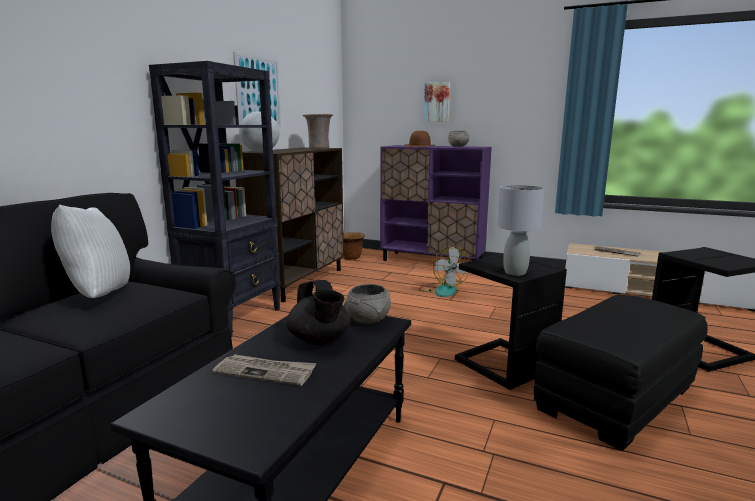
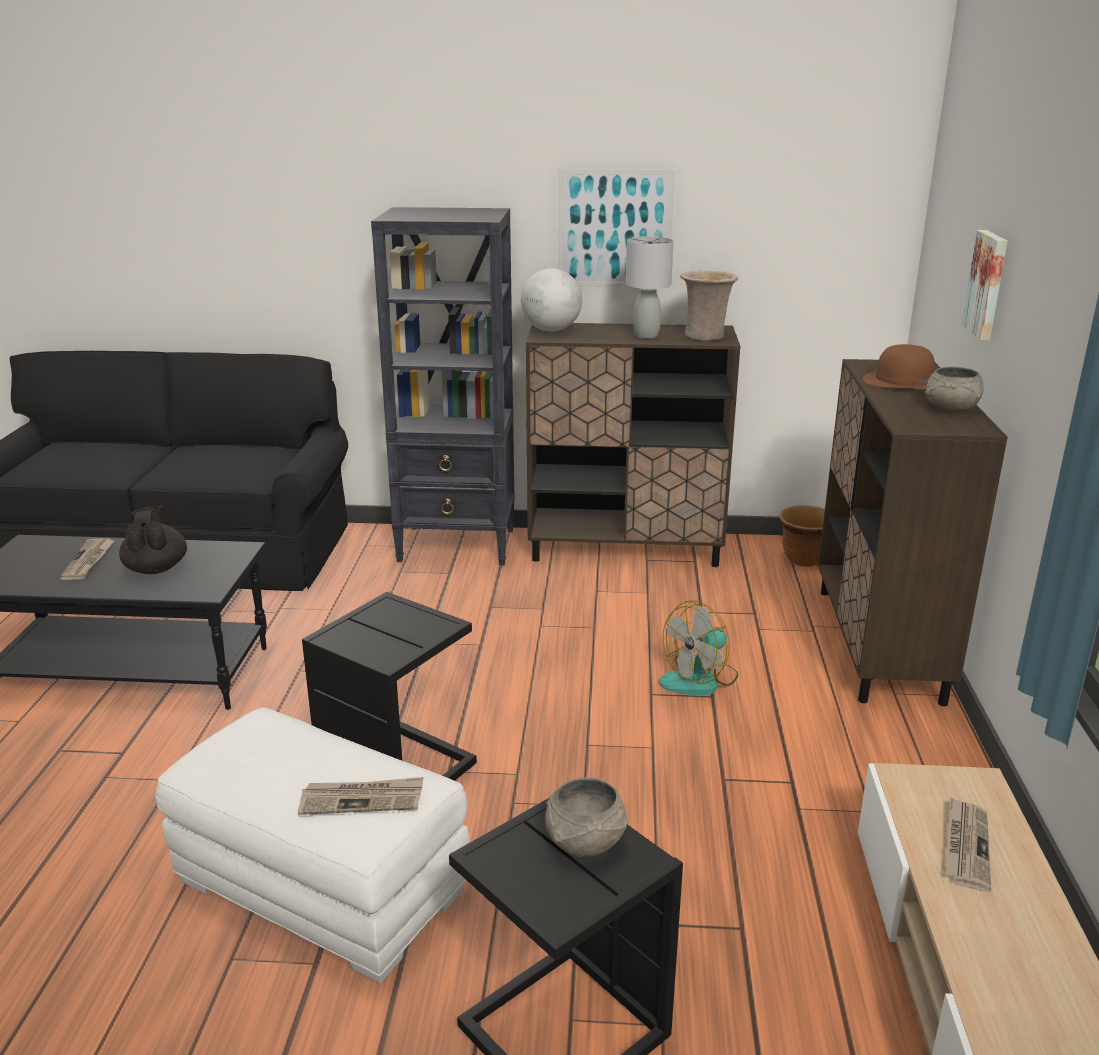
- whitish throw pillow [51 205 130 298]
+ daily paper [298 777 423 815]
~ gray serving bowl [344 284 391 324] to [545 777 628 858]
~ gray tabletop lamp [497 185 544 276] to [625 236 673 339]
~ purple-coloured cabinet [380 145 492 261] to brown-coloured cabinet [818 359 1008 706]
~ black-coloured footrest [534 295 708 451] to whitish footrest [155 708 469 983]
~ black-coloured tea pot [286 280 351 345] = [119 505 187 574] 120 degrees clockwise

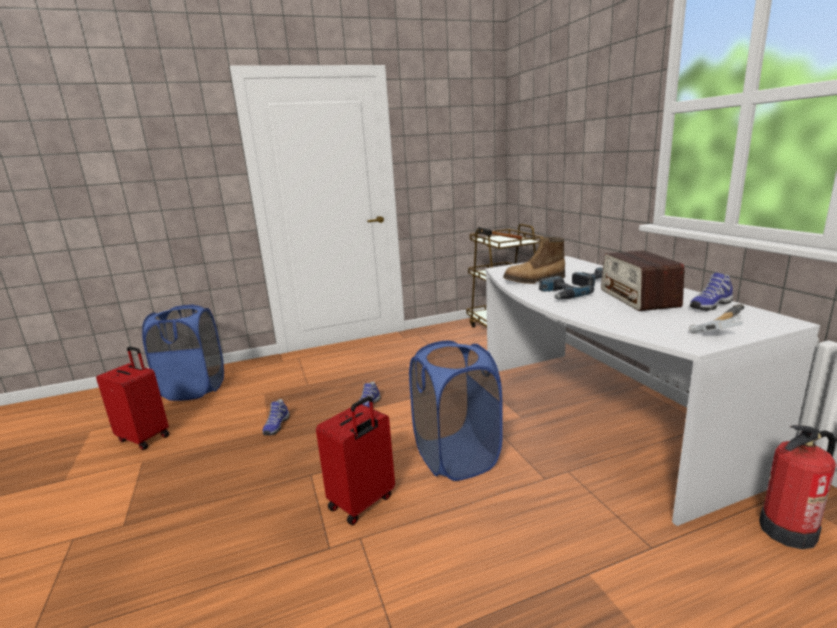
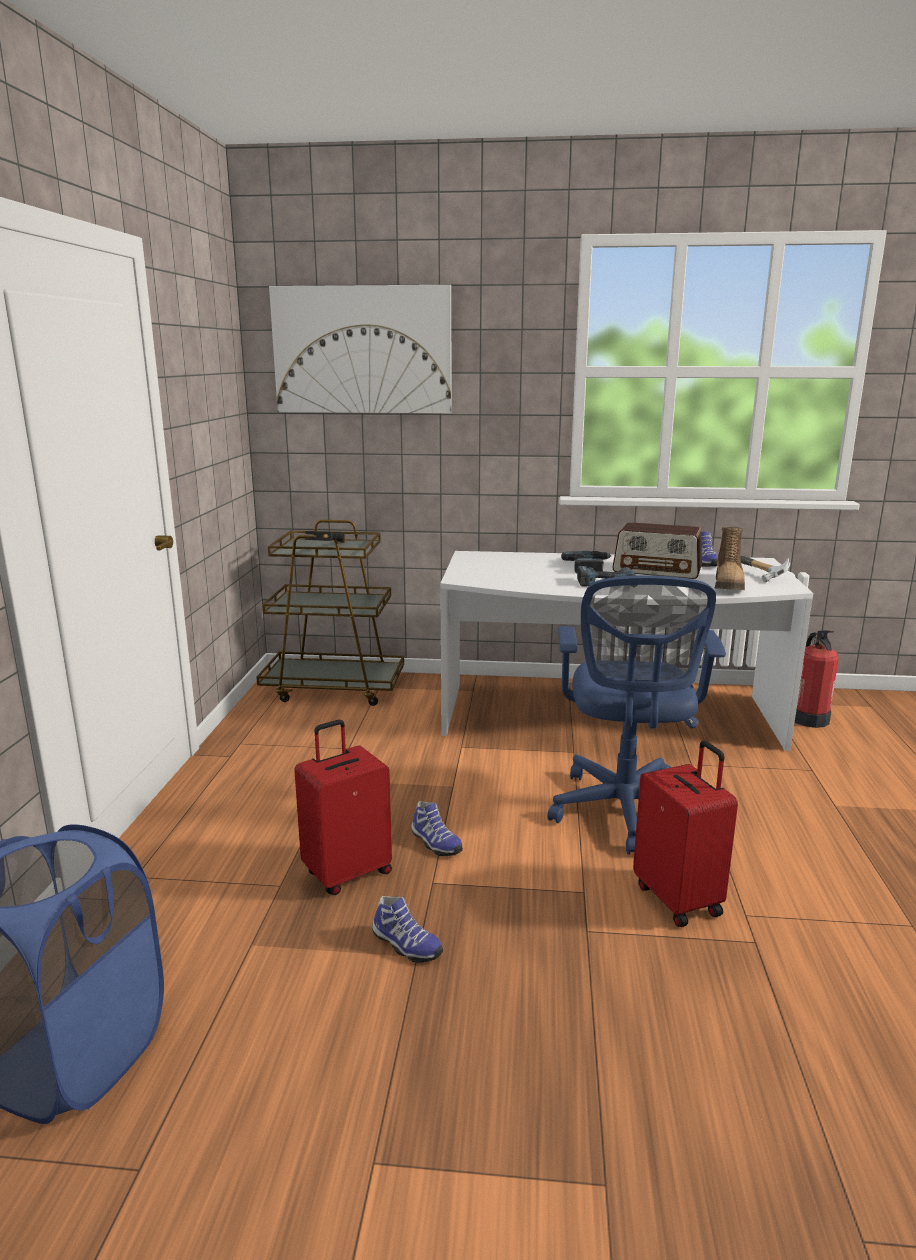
+ wall picture [269 285 452 413]
~ red suitcase [96 346 170 450] to [294 720 392 895]
~ tall boot [503 236 565 284] to [715 526 745 590]
~ blue washing basket [409 341 503 481] to blue office chair [547 575 726 855]

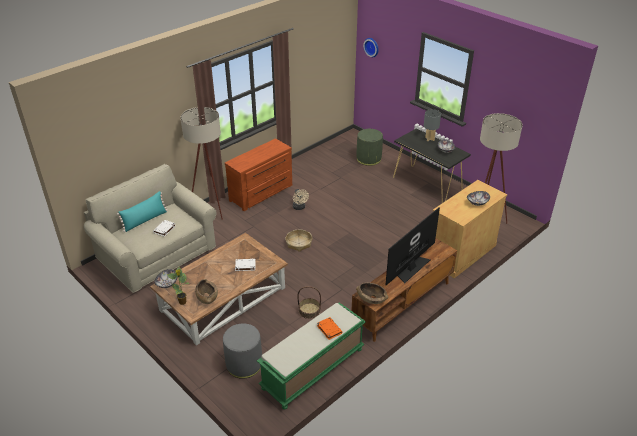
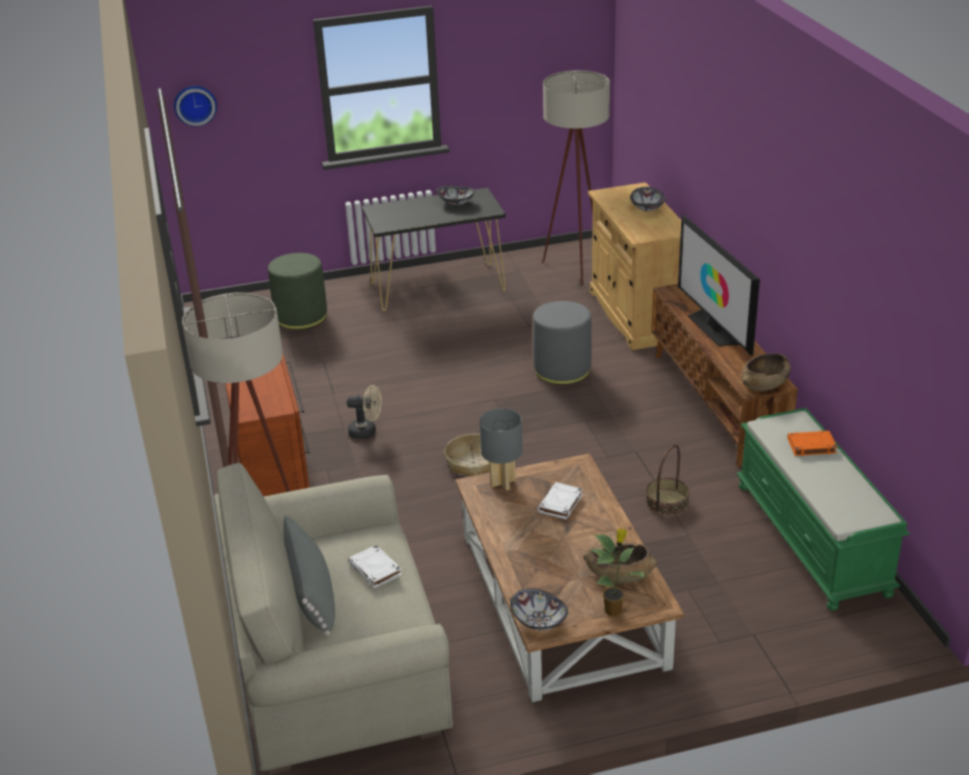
~ gray footrest [223 323 262 379] to [533 301 592 385]
~ gray tabletop lamp [424 109 441 141] to [480 408 522 490]
~ turquoise-coloured throw pillow [117 191 168 232] to gray throw pillow [283 515 335 636]

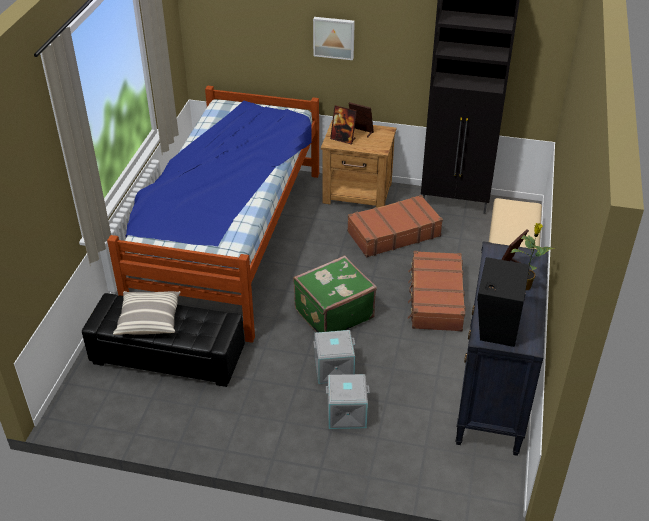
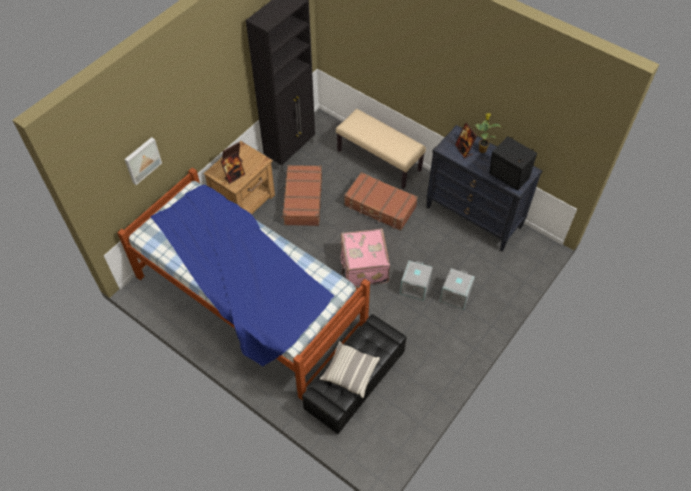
~ wall picture [313 17 355 60] to [124 137 162 185]
~ green-coloured suitcase [293 255 377 333] to pink suitcase [340 228 390 287]

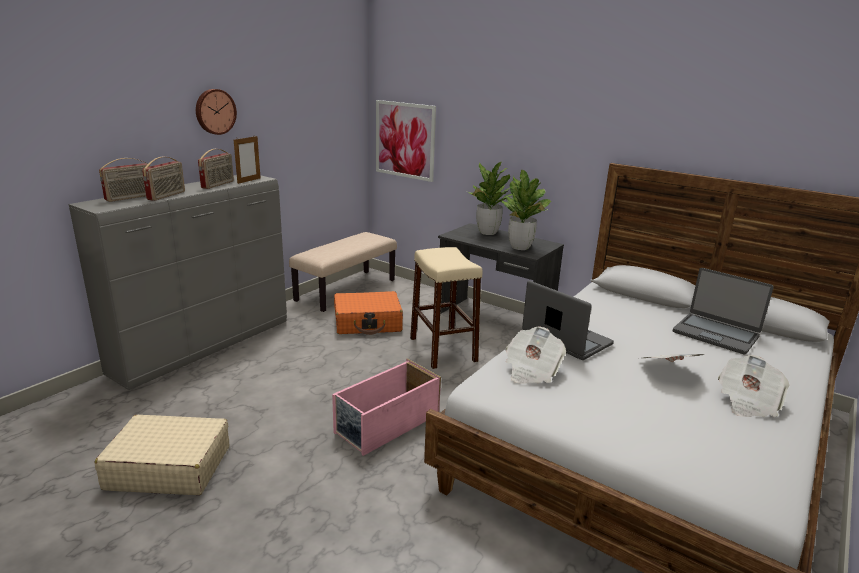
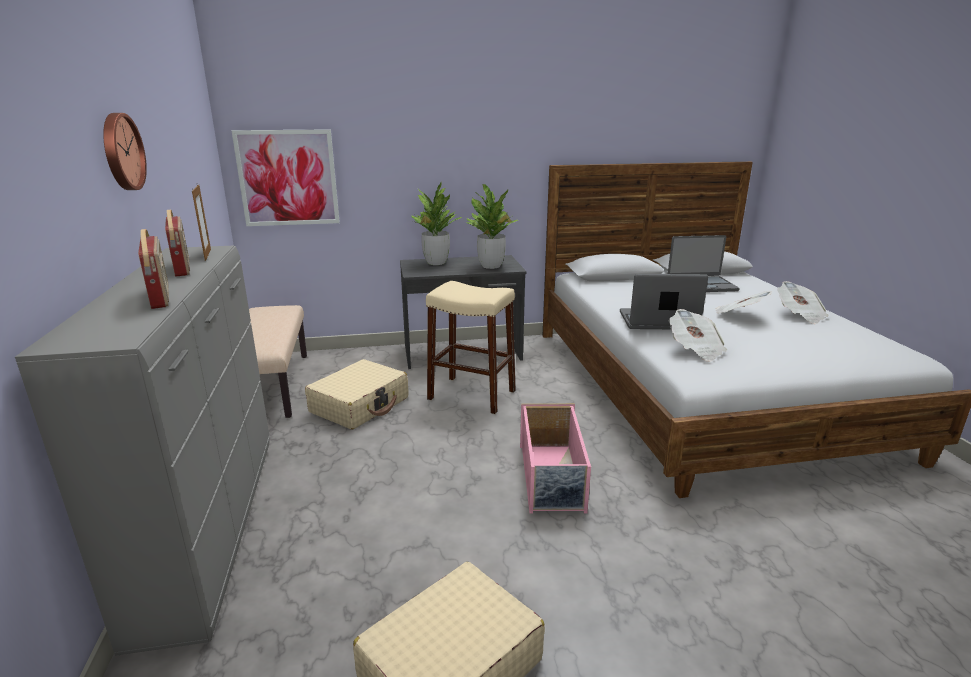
- radio set [99 158 150 202]
~ orange suitcase [334 291 403 335] to sand-coloured suitcase [305 359 408 430]

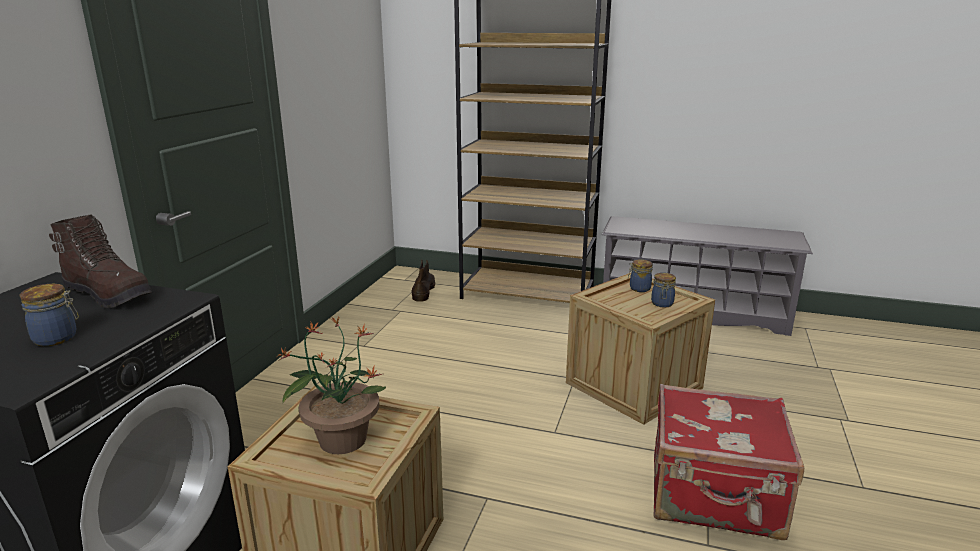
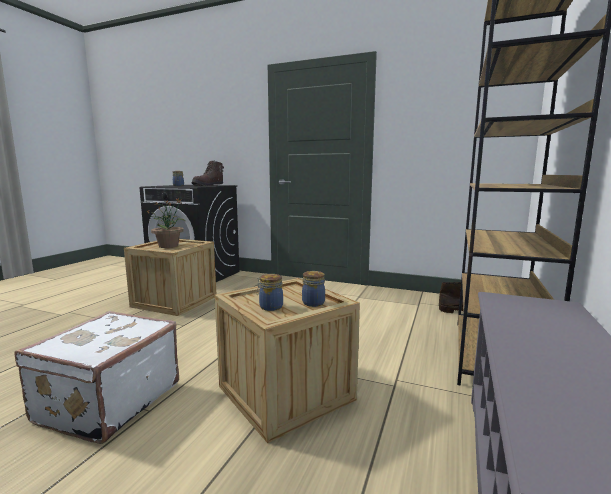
~ red suitcase [653 384 804 540] to whitish suitcase [14 311 179 444]

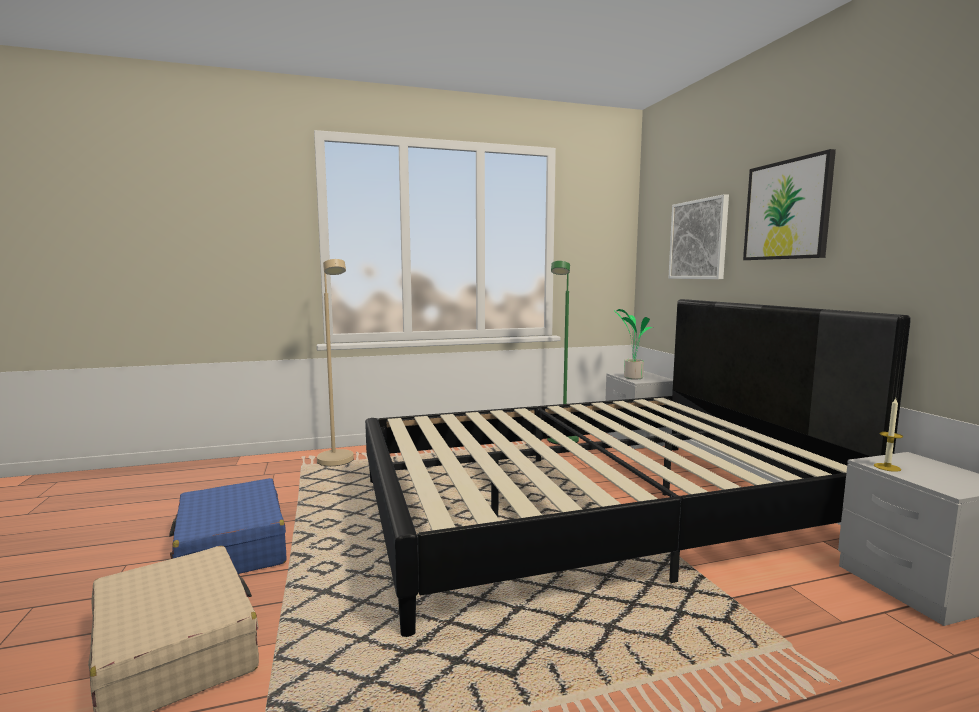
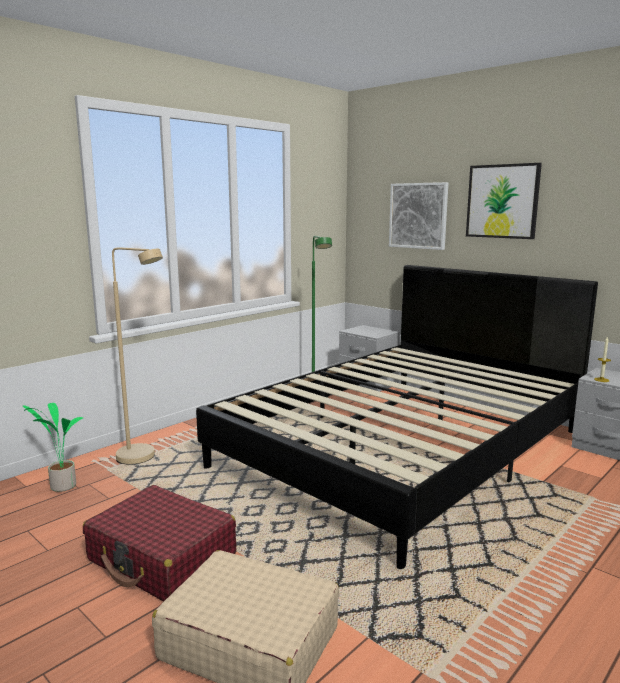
~ potted plant [613 309 653 380] to [22 403 84 492]
~ blue suitcase [169 478 286 574] to red suitcase [83 485 236 601]

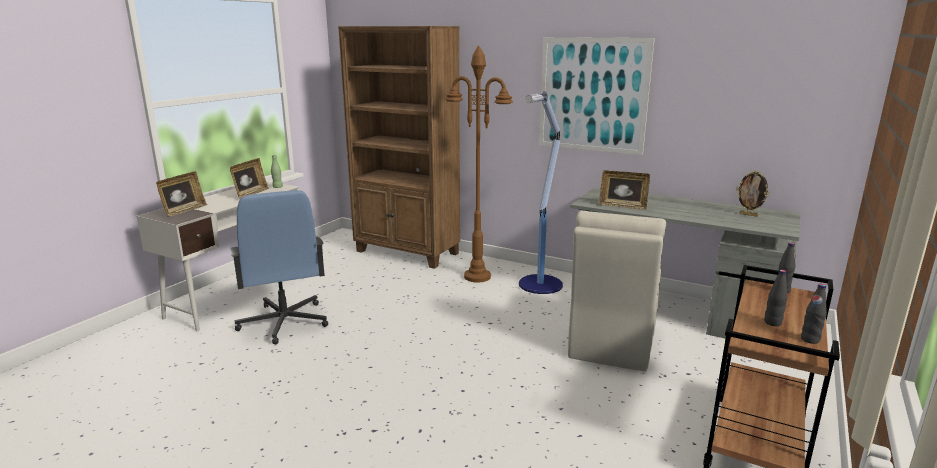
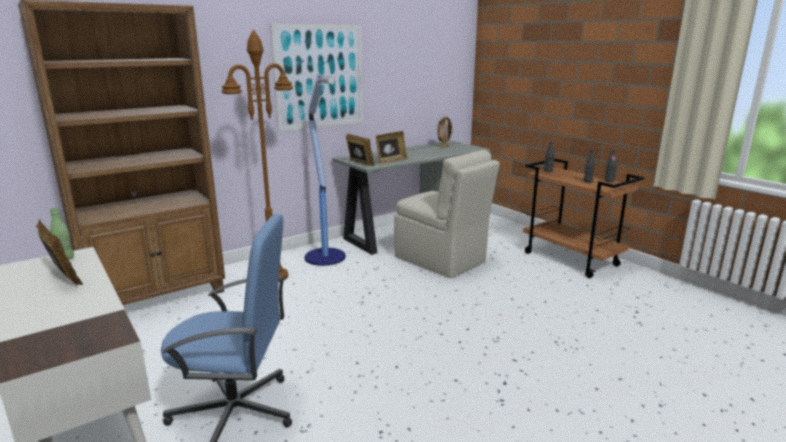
~ standing frame [156 171 207 217] to [346 134 375 166]

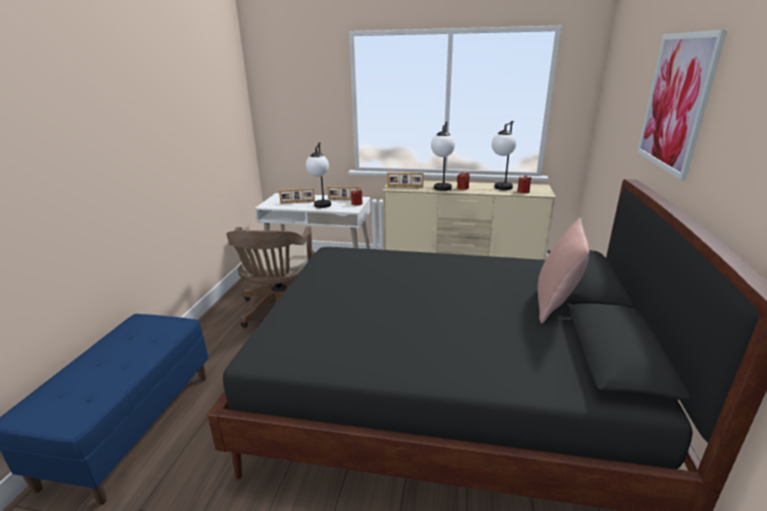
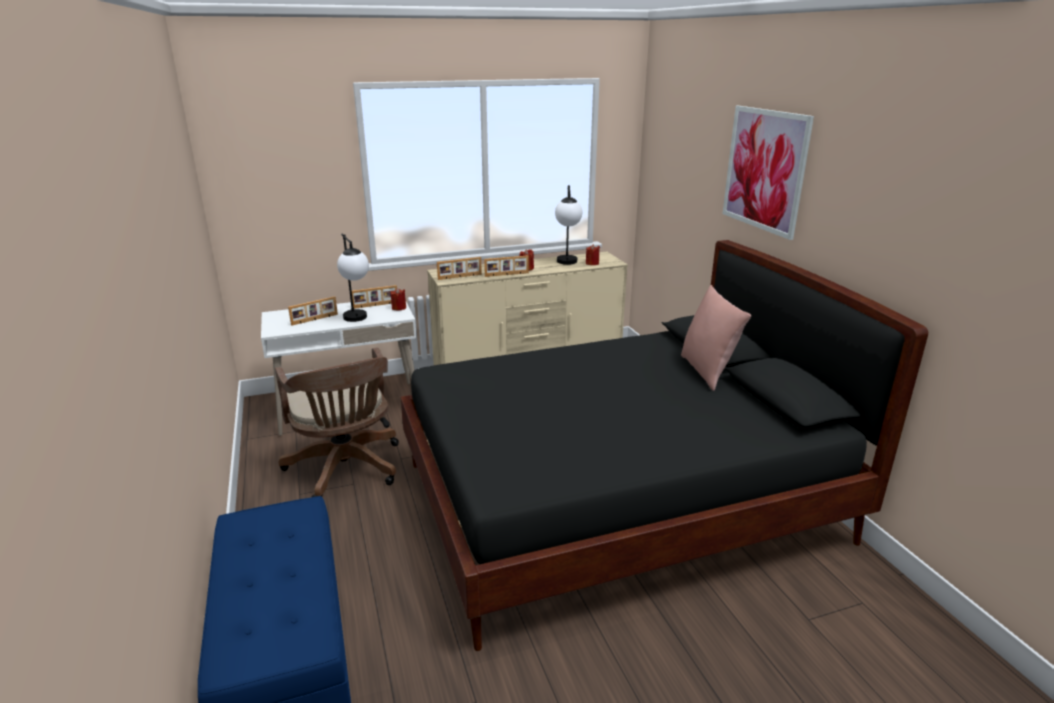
~ tabletop lamp [431 122 455 191] to standing frame [484 256 529 277]

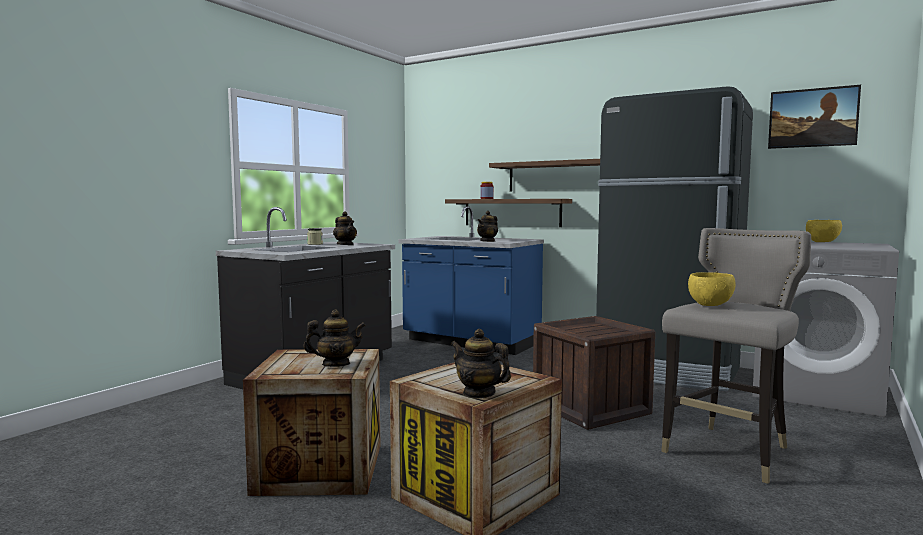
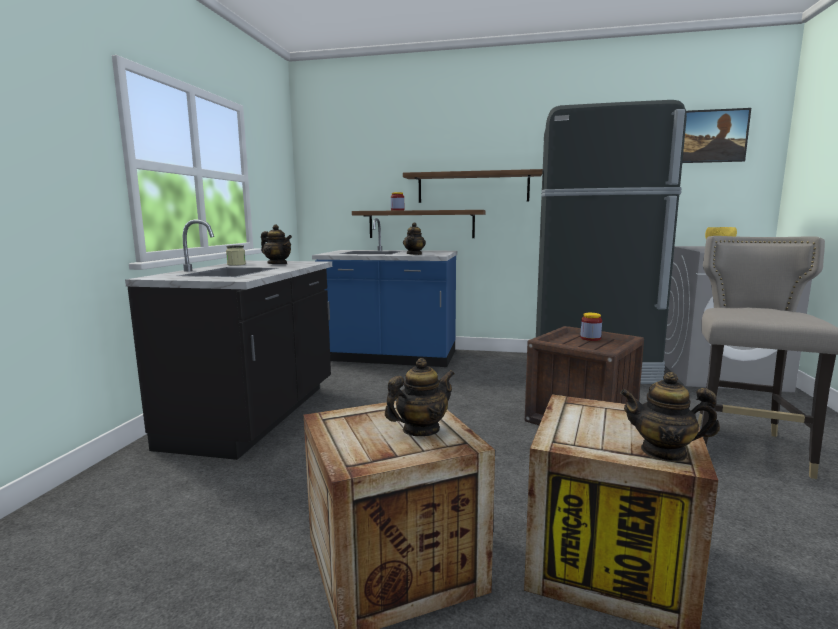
- yellow-coloured serving bowl [688 272 736 306]
+ jar [580 313 602 341]

